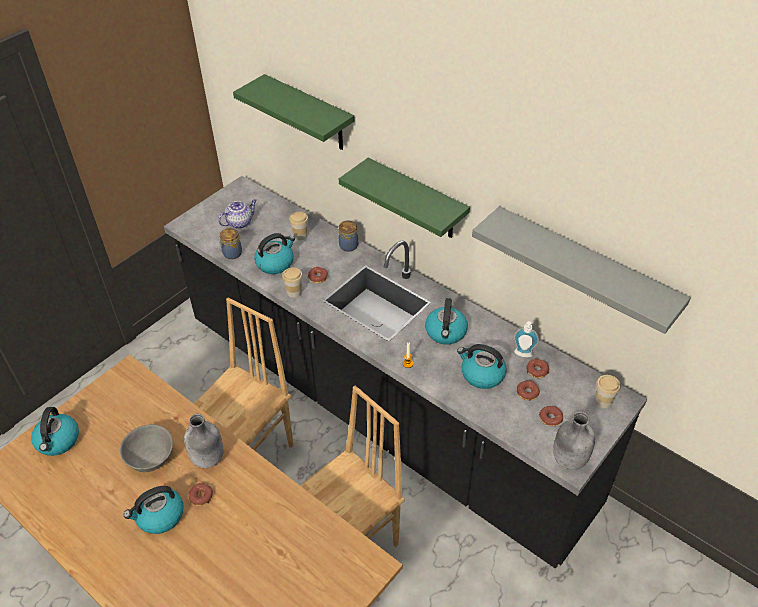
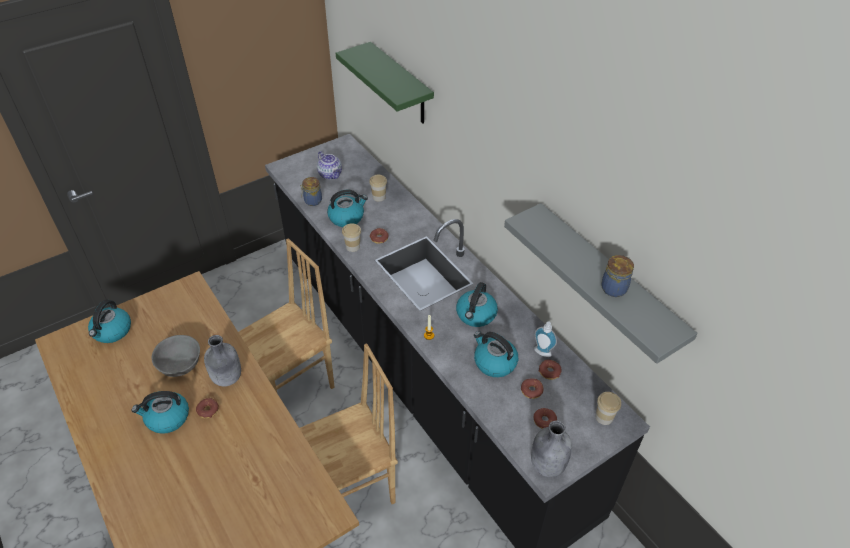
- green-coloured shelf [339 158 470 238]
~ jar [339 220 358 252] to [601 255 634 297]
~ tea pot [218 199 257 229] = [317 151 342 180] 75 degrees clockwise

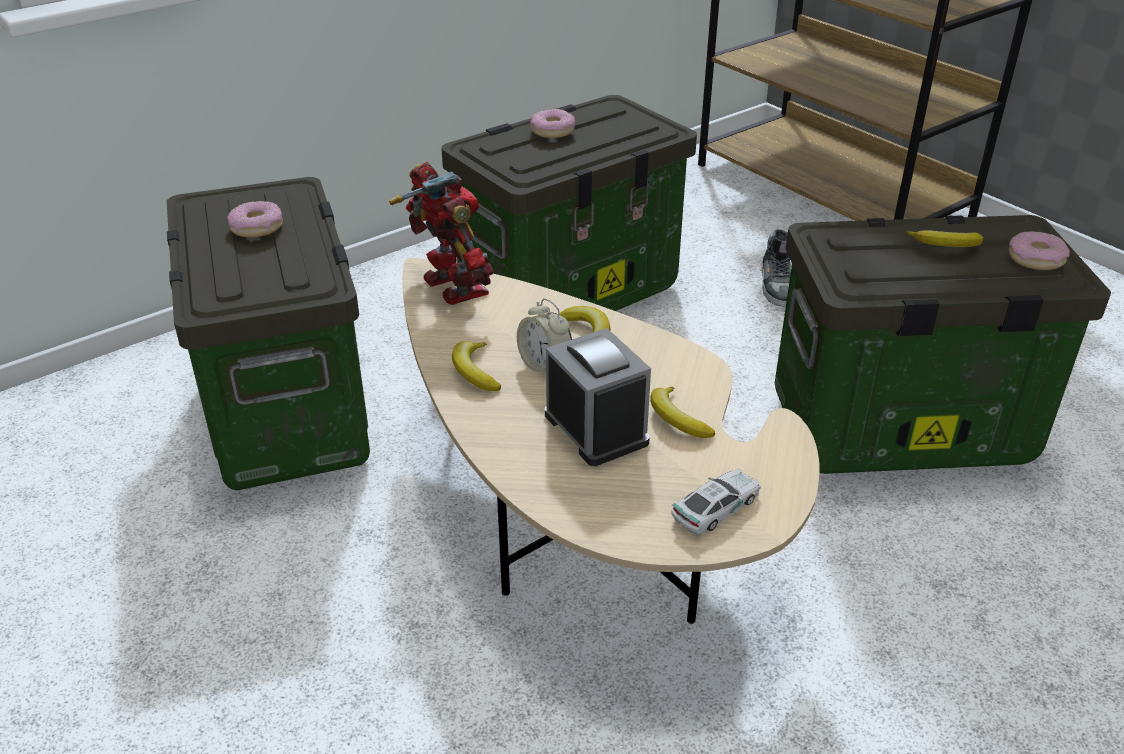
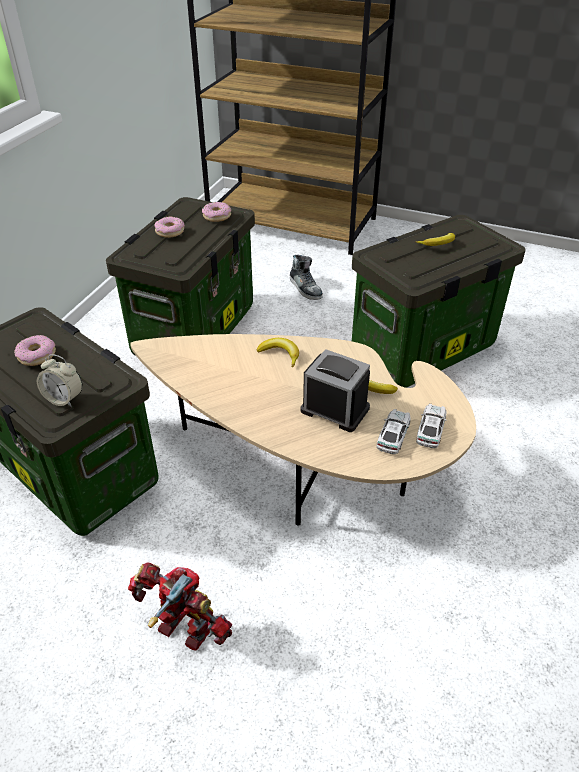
- whole banana [452 341 501 391]
+ toy car [376 409 411 454]
~ toy robot [389 162 494 305] to [128 562 232 651]
~ table clock [517 298 572 373] to [37 355 83 407]
~ donut [1009 231 1070 270] to [202 202 231 222]

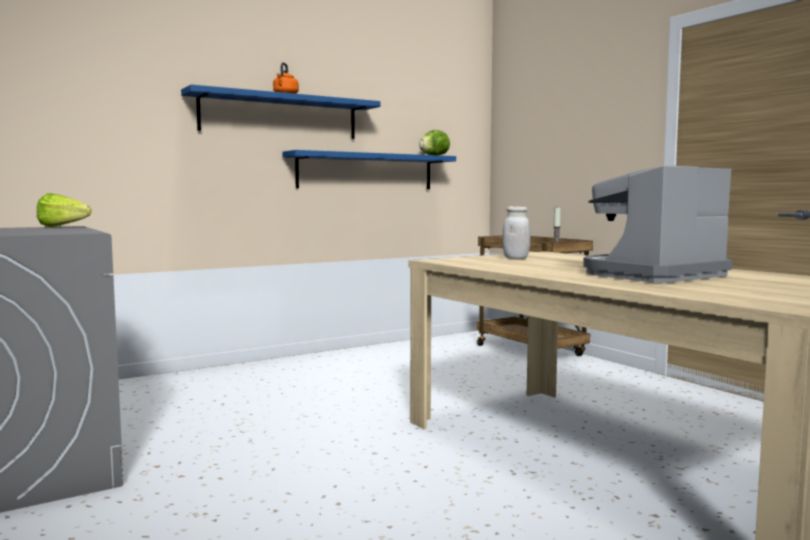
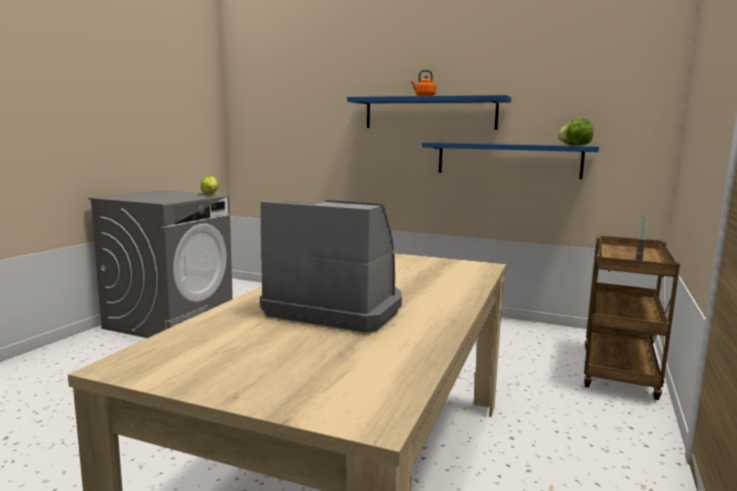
- whitish jar [503 206 531 259]

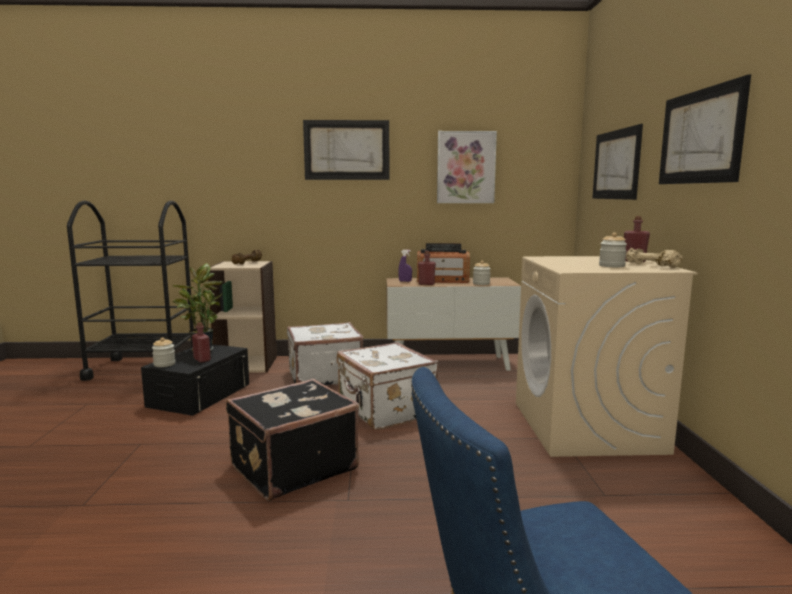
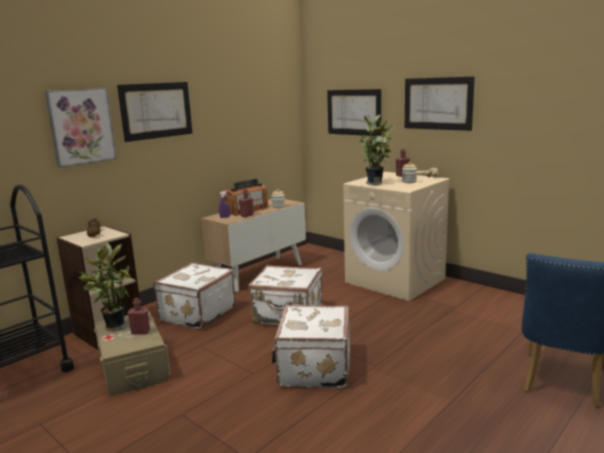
- jar [152 337 175 367]
+ potted plant [359 115 394 185]
~ wall picture [437 131 497 203] to [45 88 117 168]
~ black-coloured storage container [141 344 249 416] to sand-coloured storage container [94 311 170 397]
~ black-coloured suitcase [226 379 359 501] to whitish suitcase [272 305 350 389]

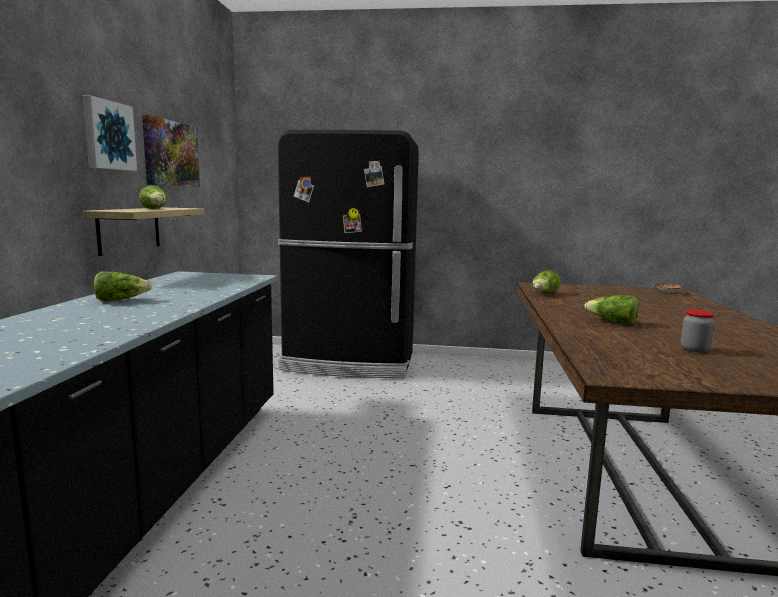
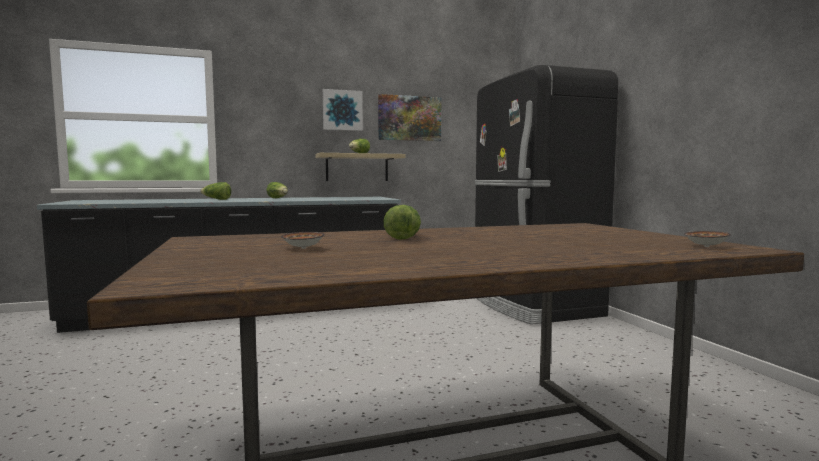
~ lettuce [532 270 560 293] to [200 182 231 200]
~ jar [680 310 715 353] to serving bowl [281 232 325 249]

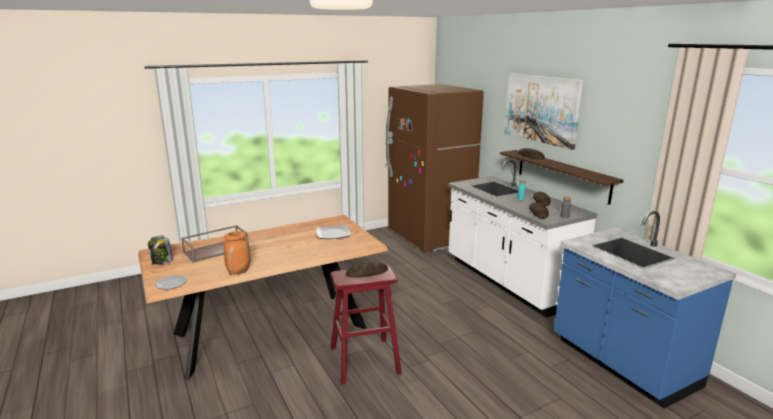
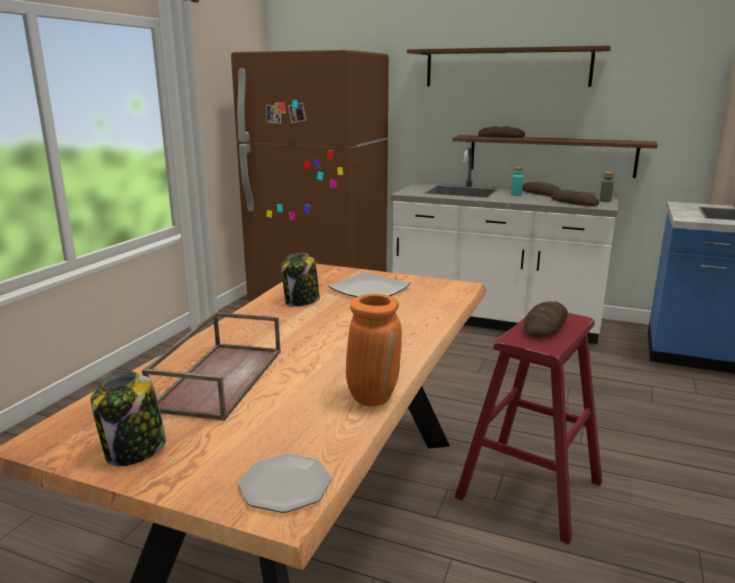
+ jar [281 253 320 306]
~ wall picture [505 73 583 150] to shelf [407 45 611 87]

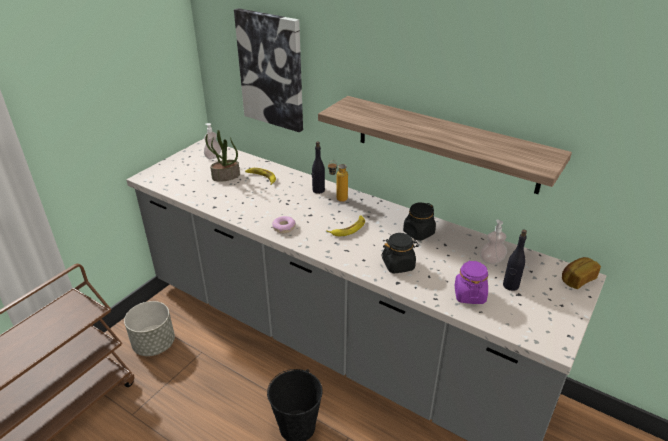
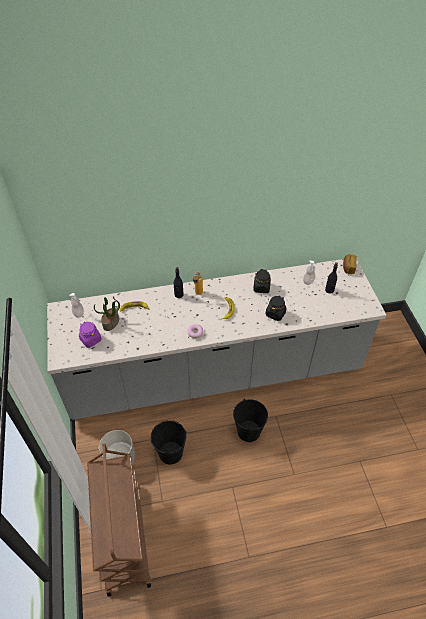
- wall picture [234 8 303 132]
- shelf [318 96 572 194]
+ black-coloured bucket [150 420 186 464]
~ purple-coloured jar [455 260 488 304] to [79 321 102 348]

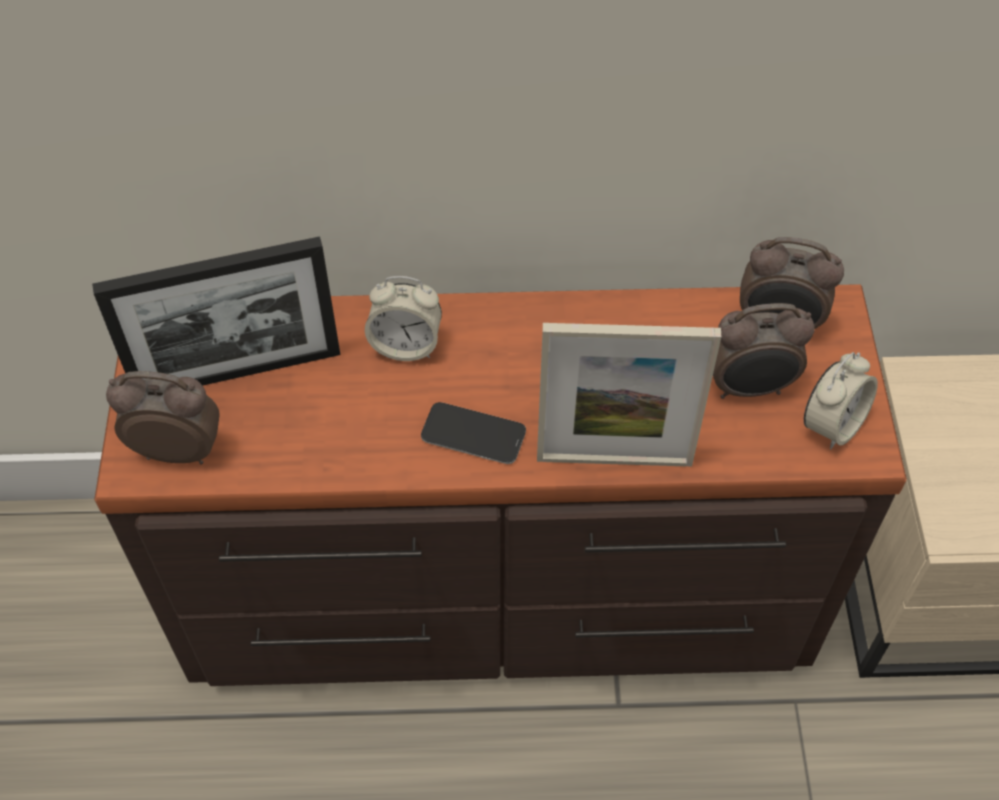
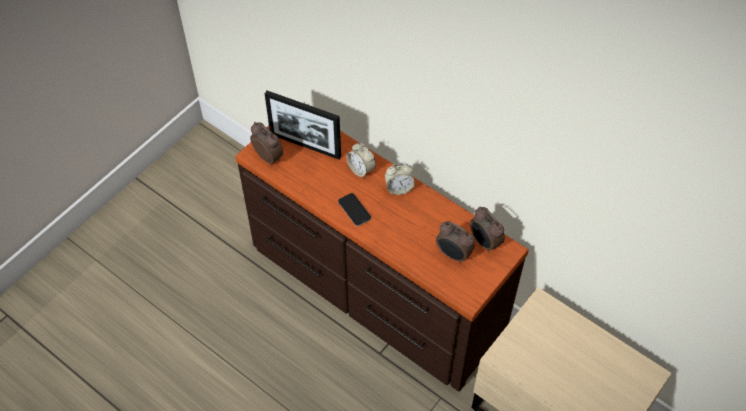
- standing frame [537 323 721 466]
~ table clock [804 352 878 449] to [385 162 415 195]

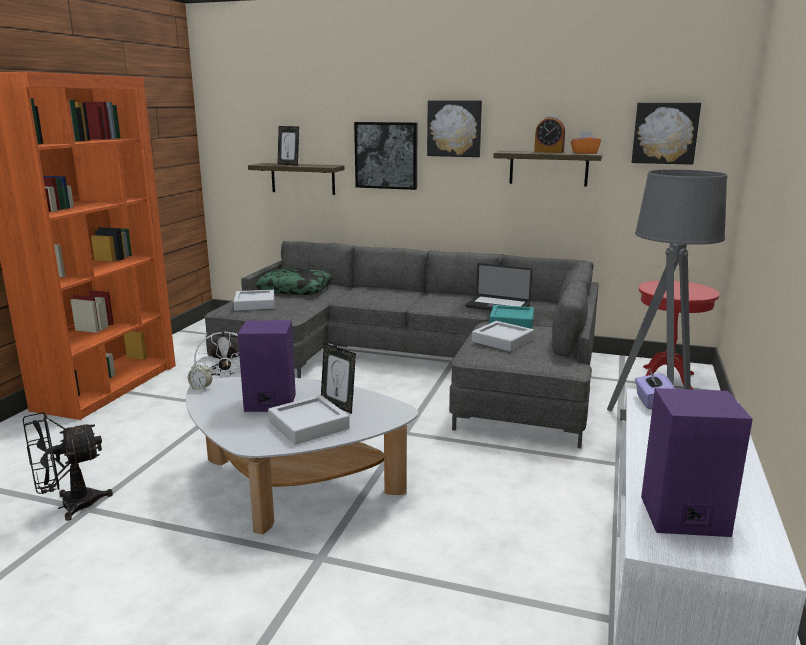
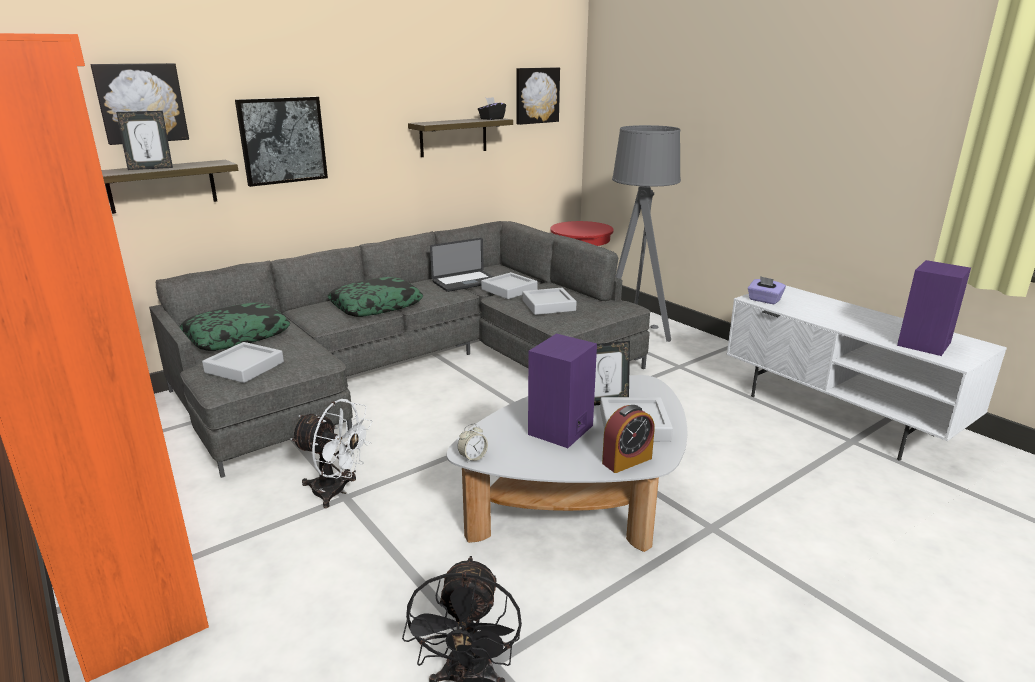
+ throw pillow [328 277 423 317]
~ wall picture [427 100 482 157] to [91 63 189 145]
~ table clock [534 116 565 153] to [602 405 655 473]
~ turquoise-coloured serving tray [489 305 534 329] to gray serving tray [481 272 538 299]
~ orange tissue holder [571 131 601 154] to black-coloured tissue holder [478 97 506 120]

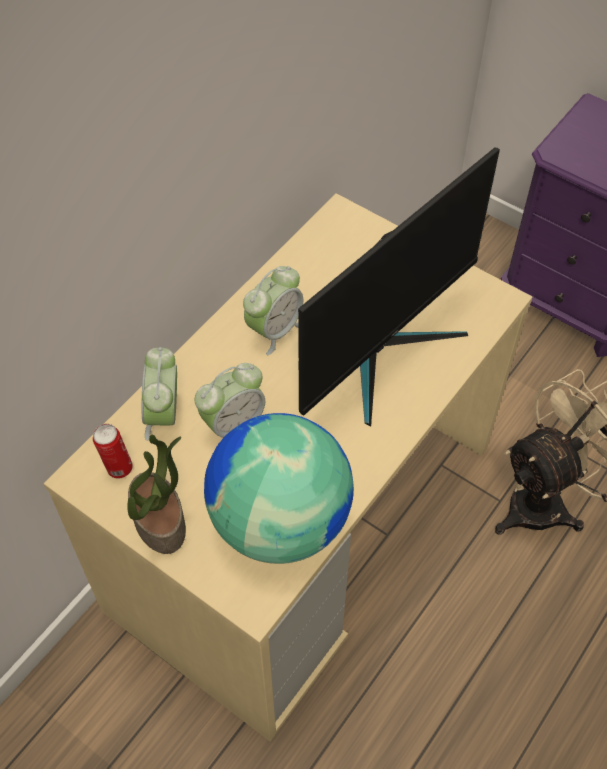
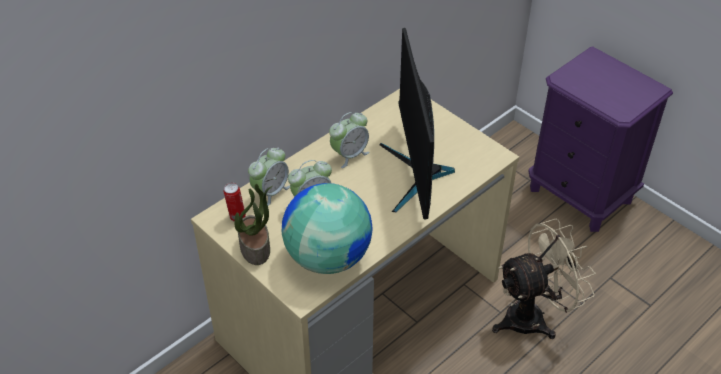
~ table clock [142 347 177 441] = [248 148 290 206] 150 degrees counterclockwise
~ monitor [298 147 500 426] = [379 28 455 219] 120 degrees clockwise

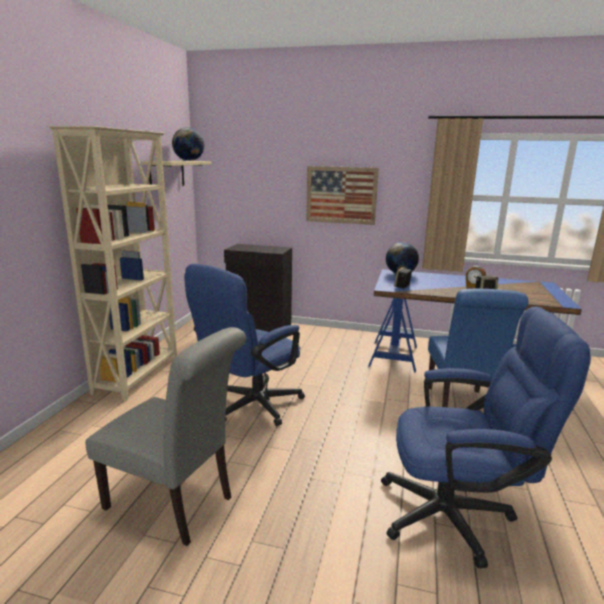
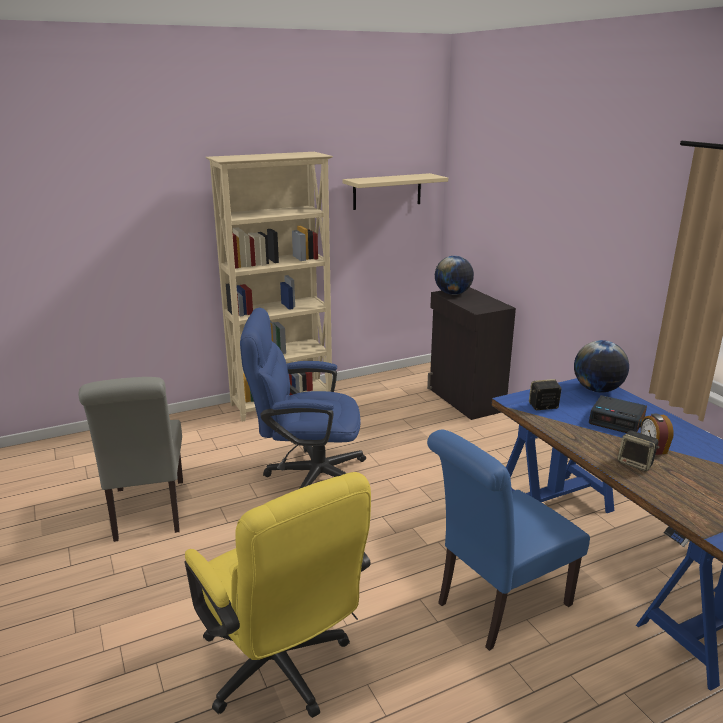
- wall picture [306 166 379 225]
+ table clock [589 395 647 433]
~ globe [172 127 204 161] to [435 256 474 295]
~ blue office chair [381 307 591 569] to yellow-coloured office chair [184 472 371 718]

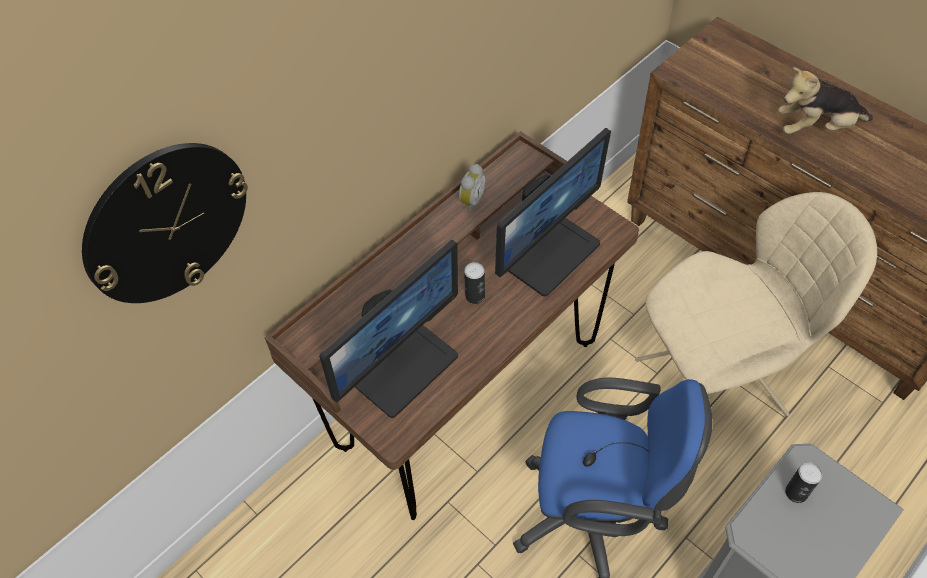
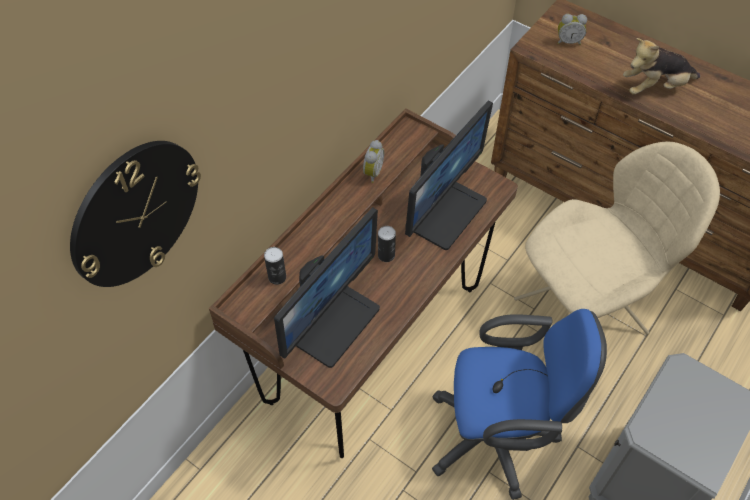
+ table clock [557 14 587 45]
~ can [785 462 822 503] to [264 247 286 285]

